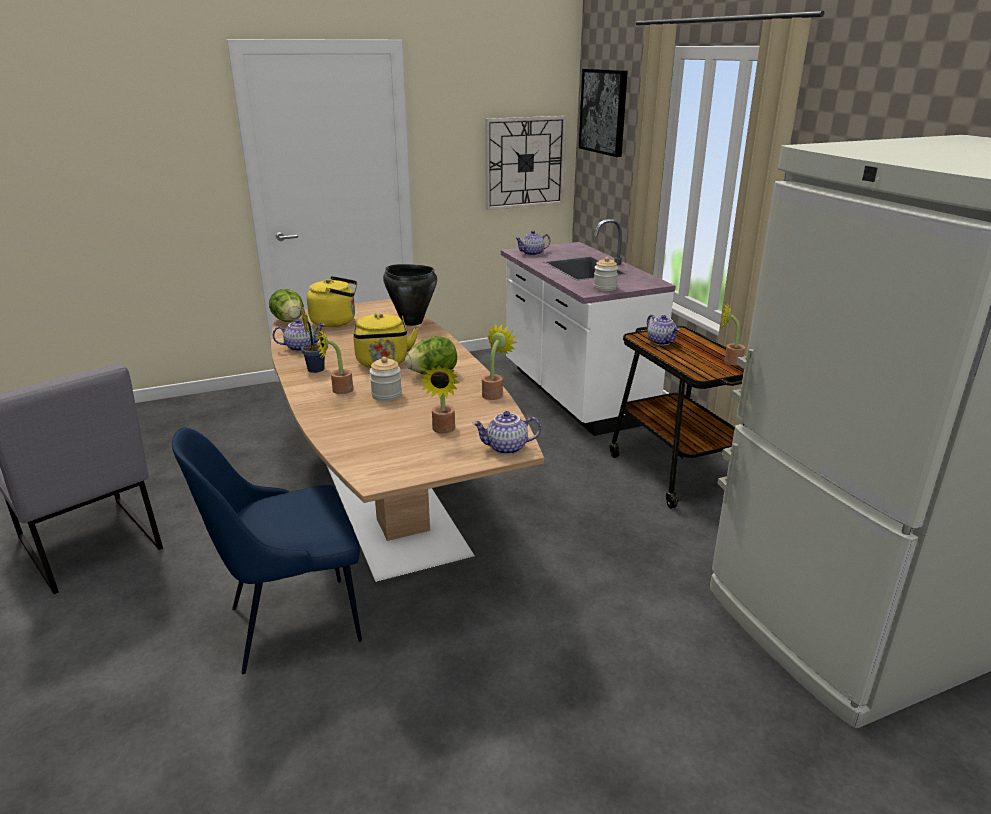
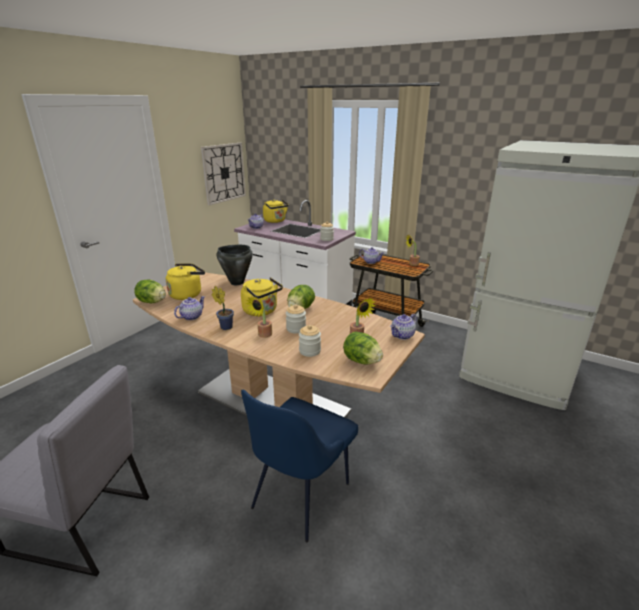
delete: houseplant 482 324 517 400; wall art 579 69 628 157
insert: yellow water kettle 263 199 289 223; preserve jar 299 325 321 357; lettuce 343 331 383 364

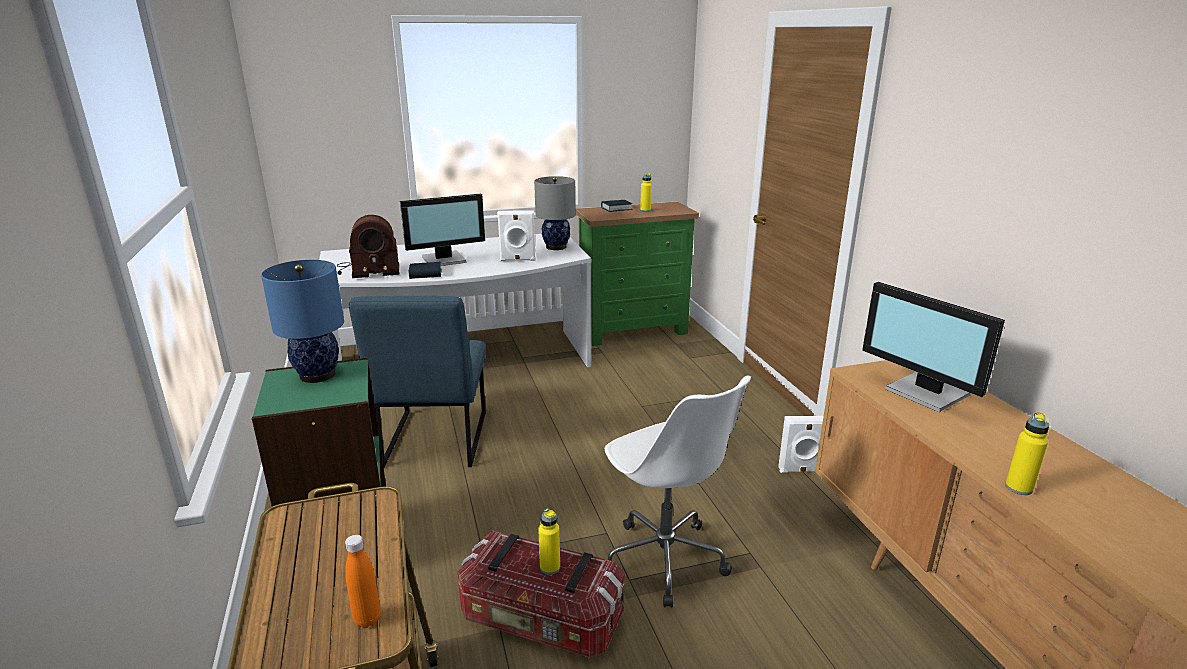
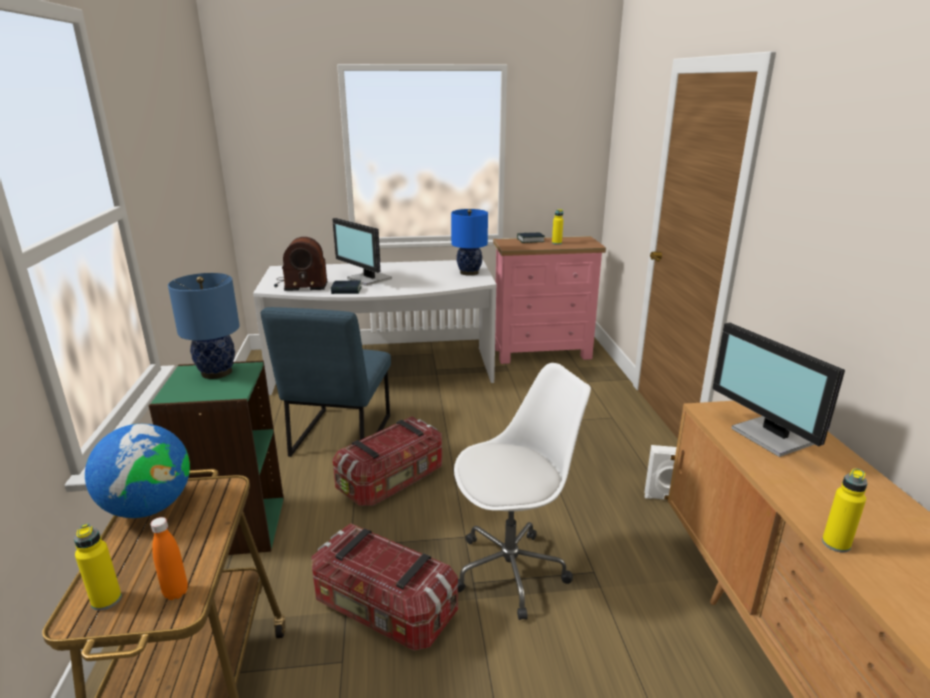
delete: whitish loudspeaker 497 210 536 261
insert: desk globe 85 424 190 518; storage box 333 417 442 506
move: yellow beverage bottle 538 509 560 575 to 74 524 122 611
recolor: greyish table lamp 534 176 576 250 to bluish table lamp 451 209 488 276; green-coloured drawer chest 576 201 699 346 to pink drawer chest 493 236 606 364
rotate: computer screen 400 193 485 266 = 332 218 392 286 60 degrees clockwise; whitish desk chair 605 375 751 608 = 454 363 591 620 90 degrees counterclockwise

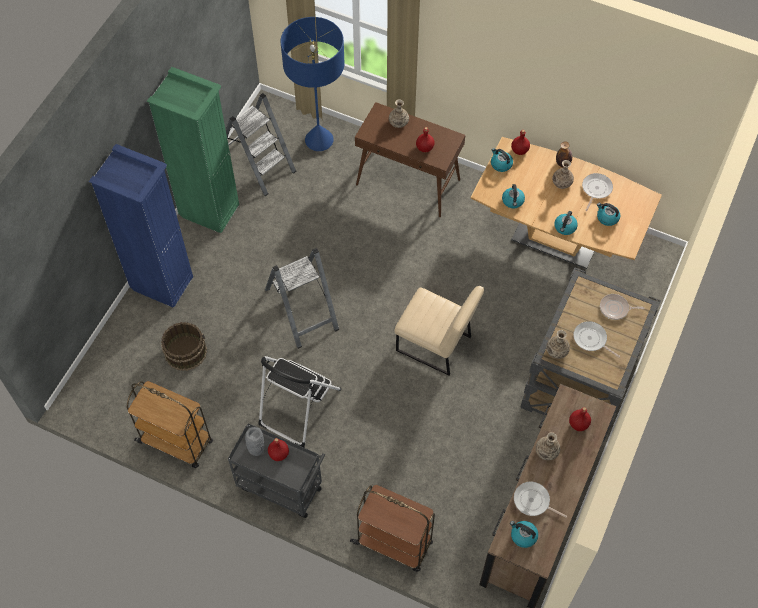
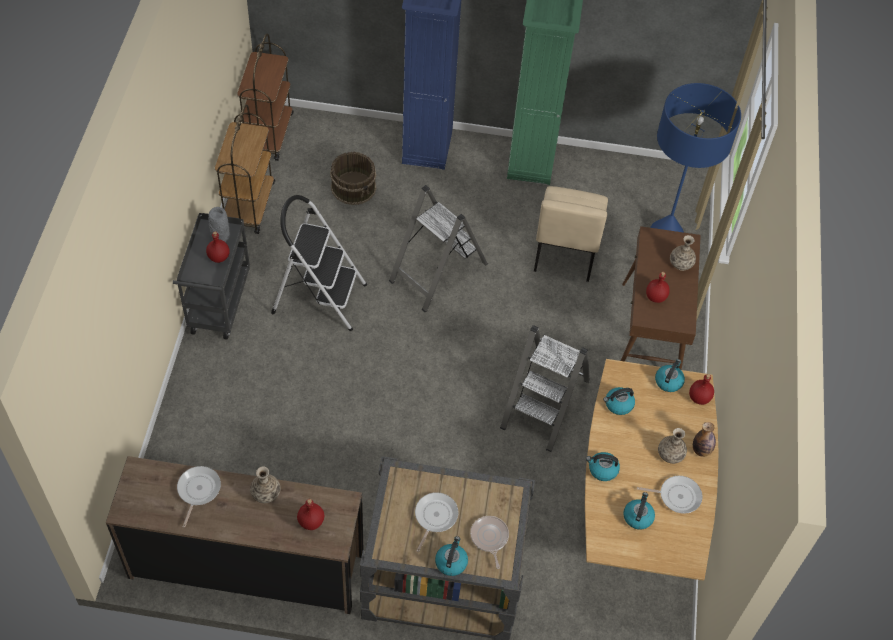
delete: flower vase 546 330 570 359
move: greyish step ladder 226 93 296 196 to 500 325 590 452; brown cart 350 485 435 572 to 237 33 294 161; beige chair 395 286 484 376 to 534 186 608 282; water kettle 510 521 538 548 to 435 536 468 576

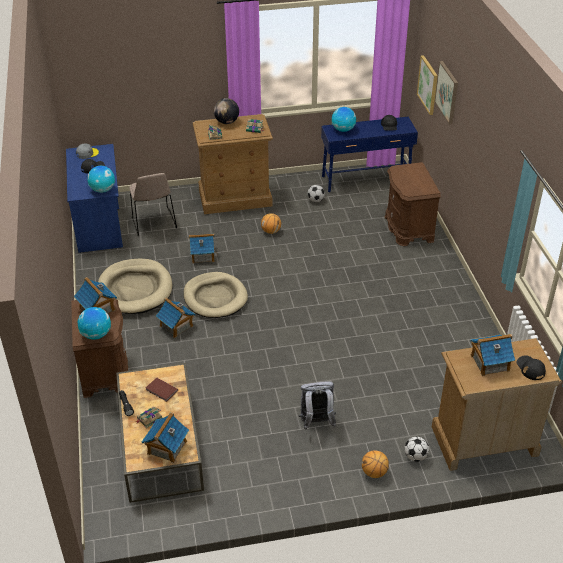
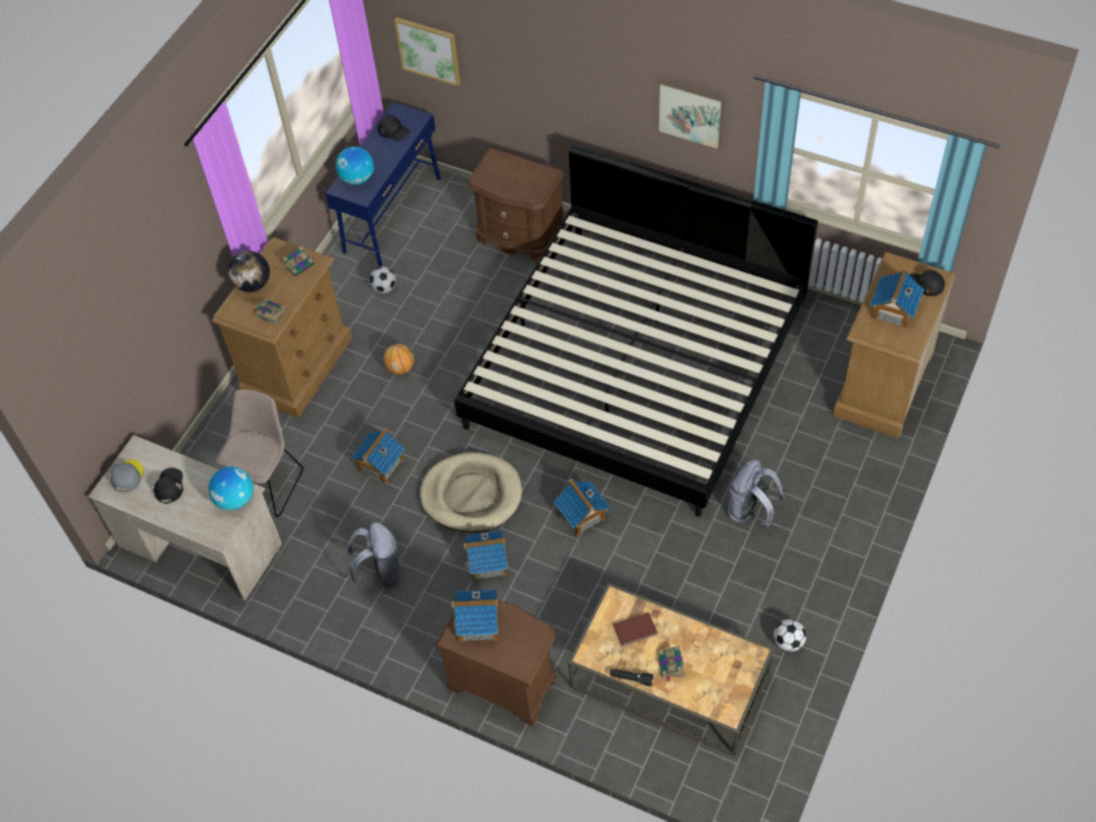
delete: desk globe 78 307 111 340; ball for basketball 362 450 389 478
insert: sleeping bed 454 145 818 517
move: model house 142 412 189 463 to 553 479 610 536; football 404 437 429 462 to 774 619 806 652; wall art 435 61 458 124 to 657 79 725 151
replace: beige pet bed 98 258 172 314 to greyish rucksack 346 523 401 587
recolor: bluish desk table 66 144 123 253 to beige desk table 88 435 282 601
rotate: beige chair 129 173 177 236 = 214 389 303 517 90 degrees counterclockwise

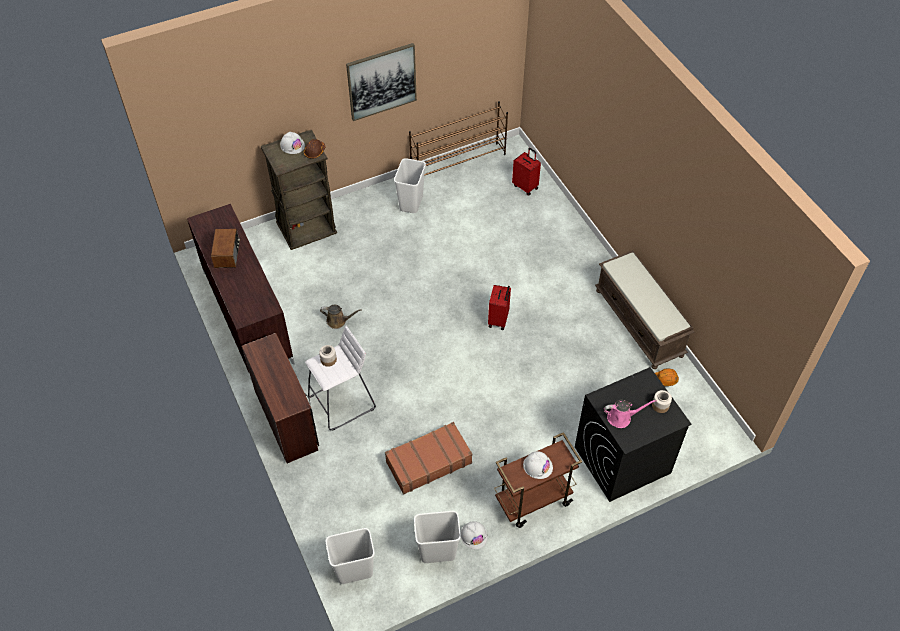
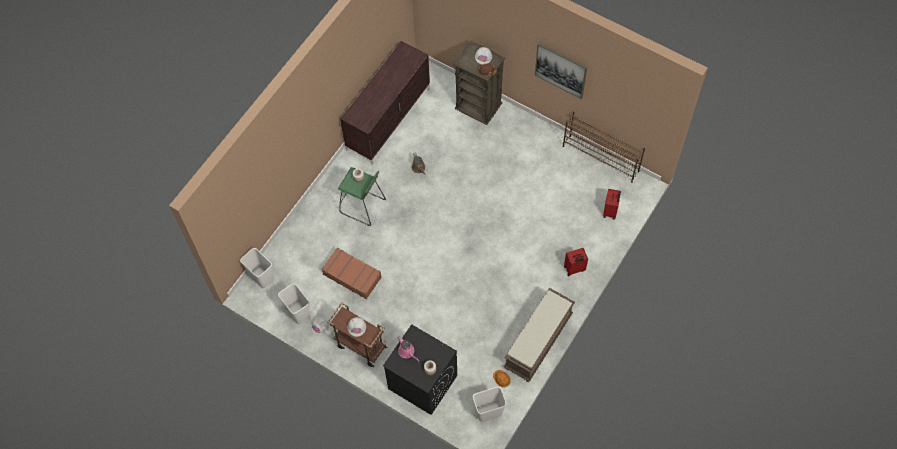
delete: radio receiver 211 229 240 268; brown desk table 242 333 319 464
move: whitish rubbish bin 394 158 426 213 to 473 387 506 422; reddish suitcase 488 285 511 330 to 564 248 588 276
recolor: whitish sitting stool 305 326 376 431 to green-coloured sitting stool 338 167 386 226

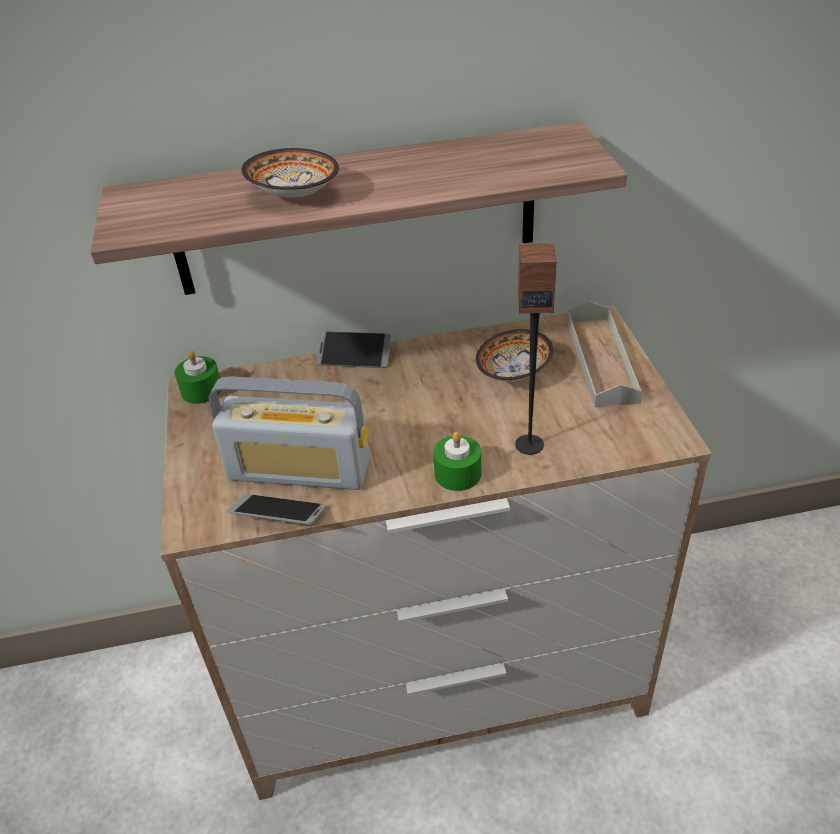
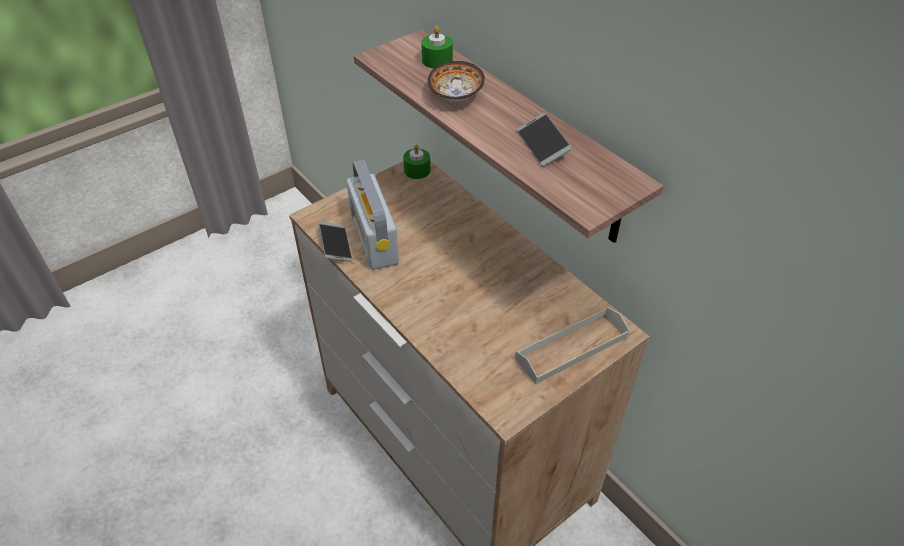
delete: serving bowl 476 329 553 382; loudspeaker 515 243 556 455
move: handset 316 331 392 368 to 517 113 572 167; green-coloured wax light 433 432 481 491 to 421 26 453 69

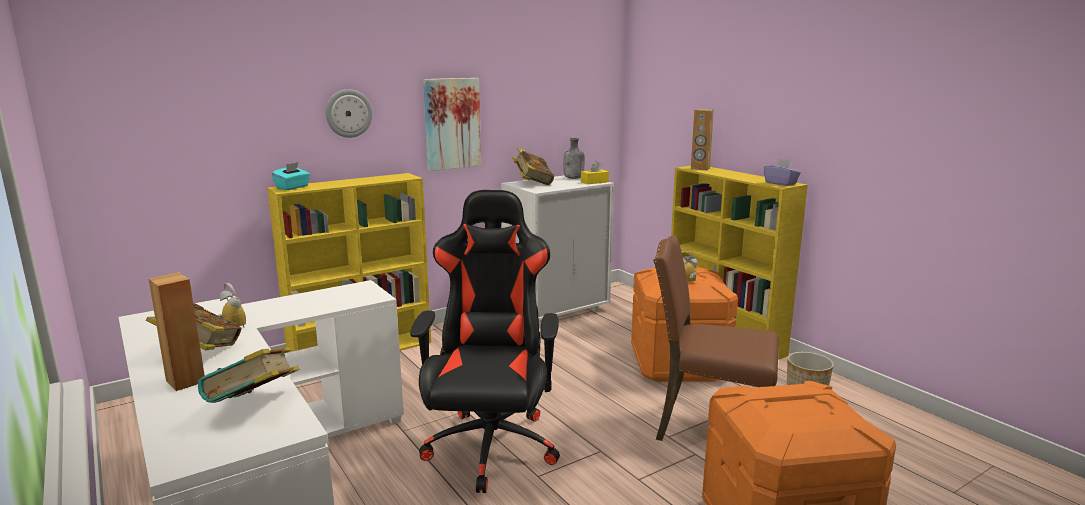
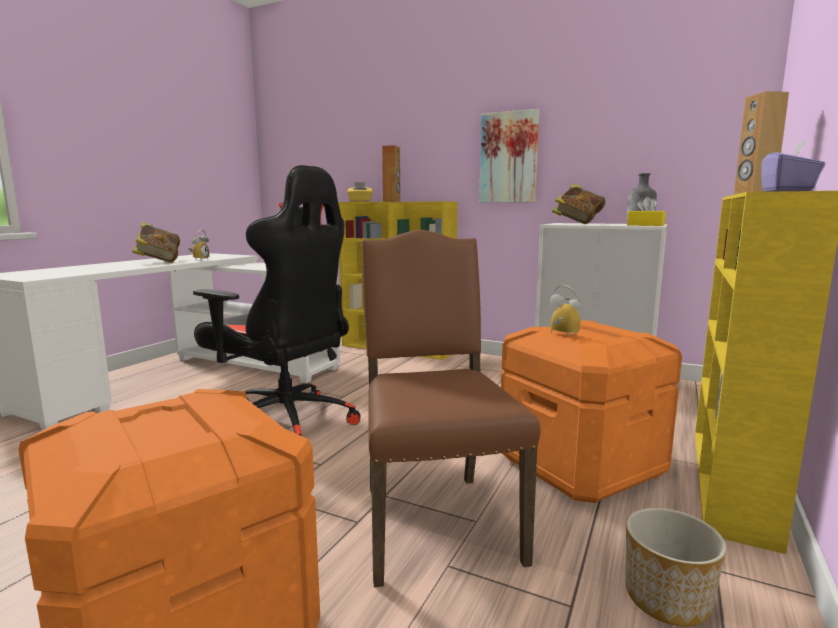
delete: bound book 198 346 299 403; hanging clock 325 89 373 138
move: brown loudspeaker 149 272 205 391 to 382 145 400 202
recolor: blue-green tissue holder 272 162 310 190 to yellow tissue holder 347 182 373 202
rotate: black desk chair 410 190 560 493 = 193 165 360 436 60 degrees clockwise

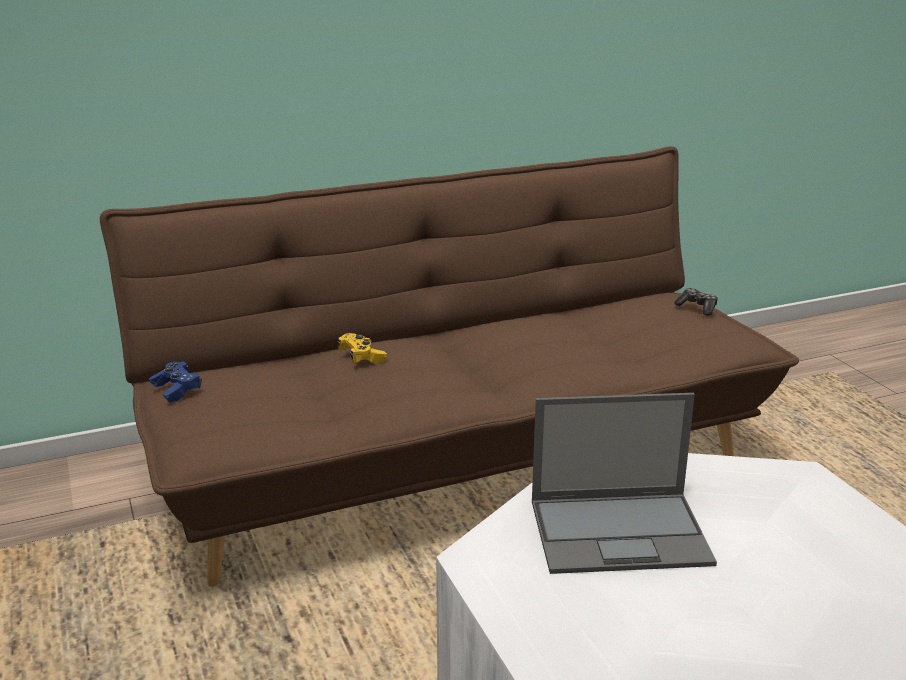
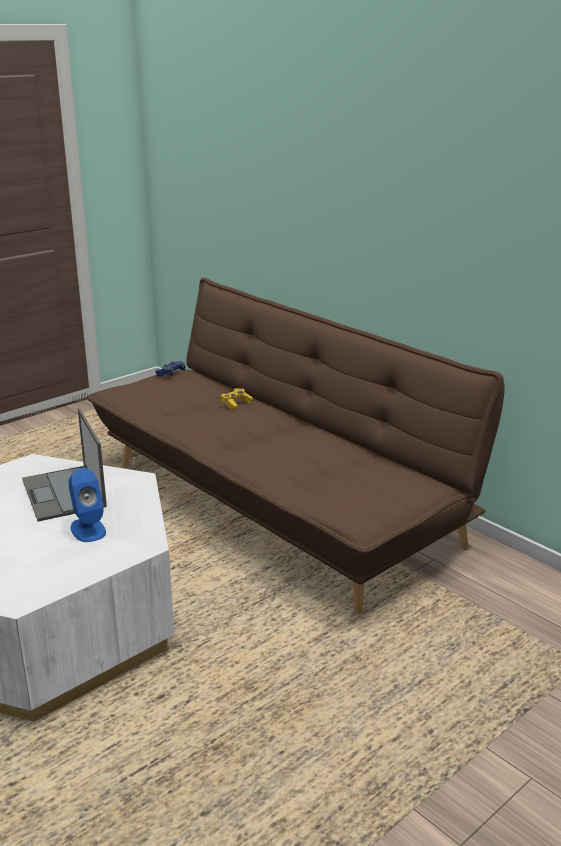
delete: joypad 674 288 718 316
insert: bluish loudspeaker 68 468 106 542

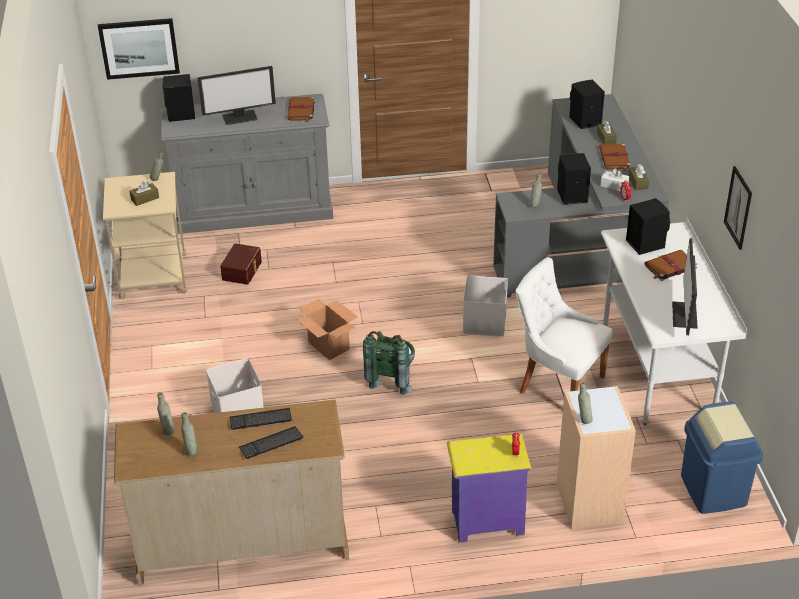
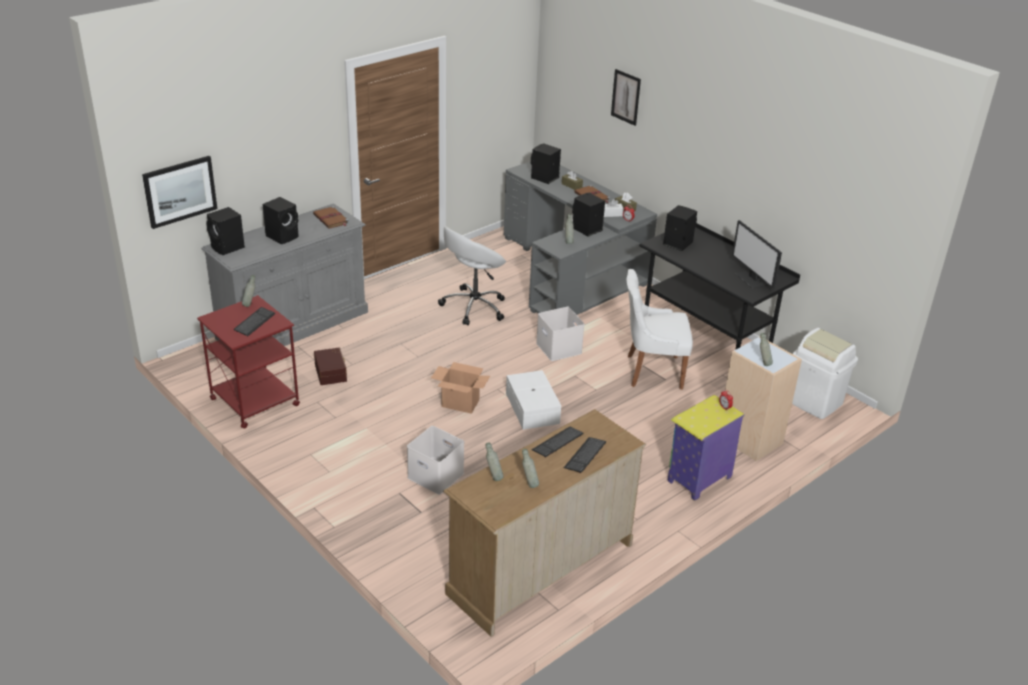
delete: brown bound book 644 250 697 281
insert: whitish desk chair 438 226 506 325
move: wall art 724 166 752 250 to 611 69 641 126
replace: brown tissue holder 130 181 159 206 to PC keyboard 234 307 275 336; computer screen 197 66 276 125 to black loudspeaker 263 197 299 244; green-coloured rucksack 363 331 415 395 to whitish storage box 506 370 561 430
recolor: beige cart 103 172 187 299 to reddish cart 197 295 300 428; whitish desk table 601 217 747 425 to black desk table 639 223 800 350; bluish rubbish bin 681 401 763 514 to whitish rubbish bin 792 328 858 419

